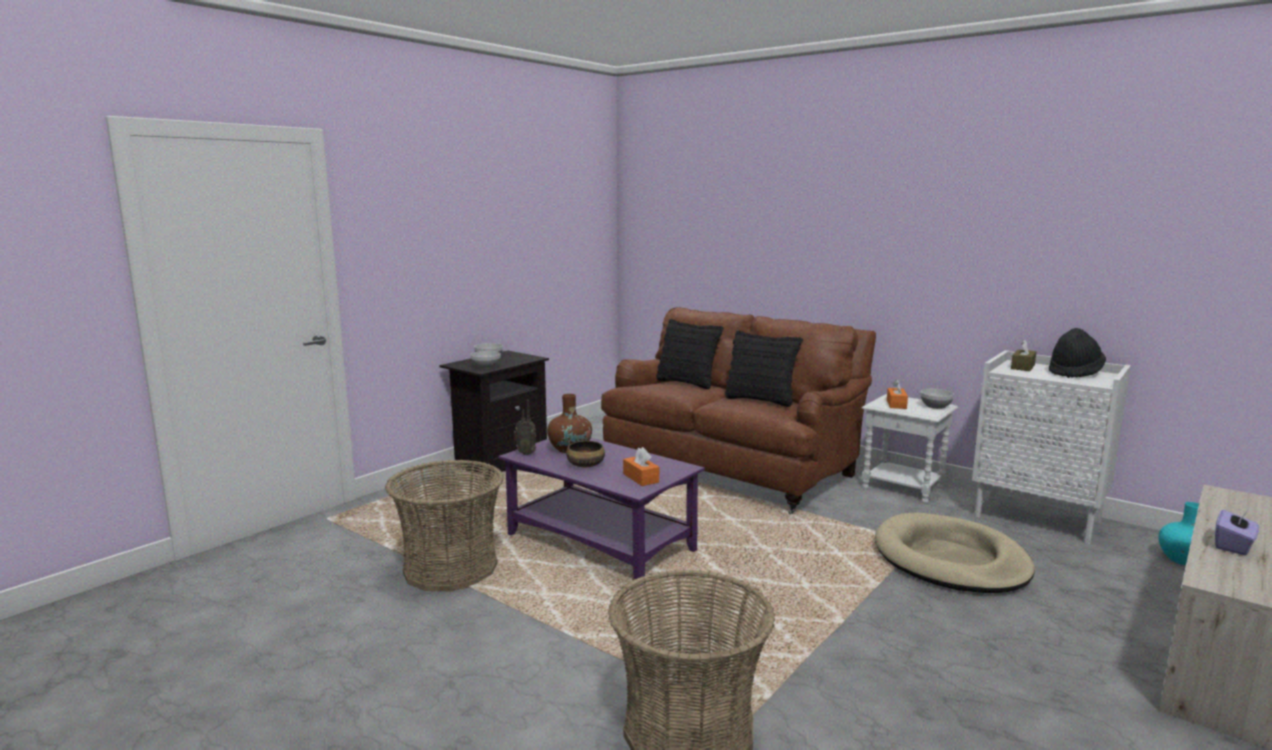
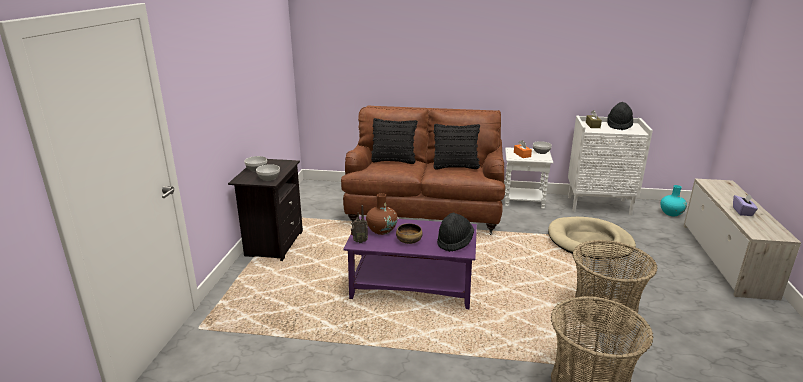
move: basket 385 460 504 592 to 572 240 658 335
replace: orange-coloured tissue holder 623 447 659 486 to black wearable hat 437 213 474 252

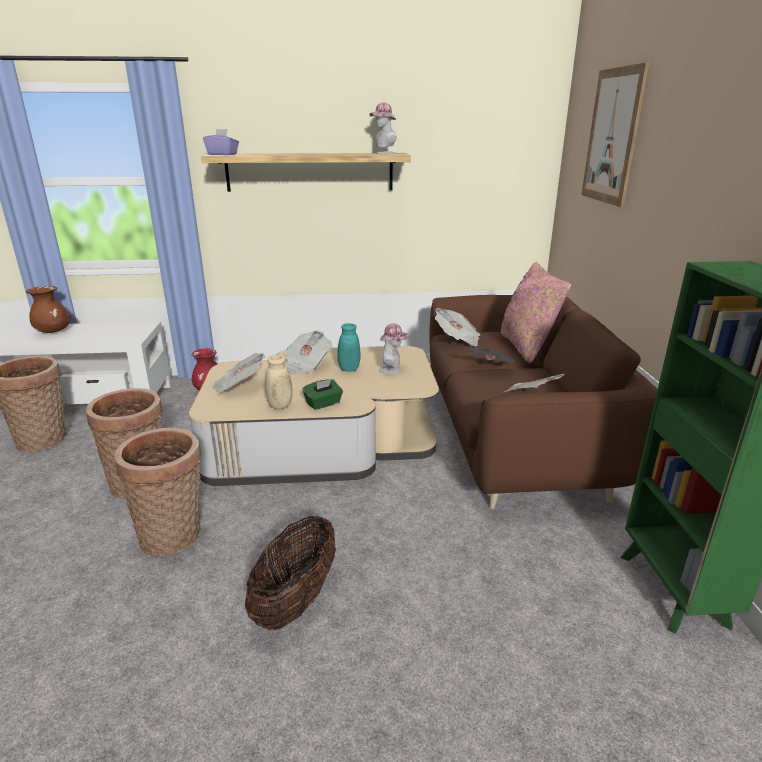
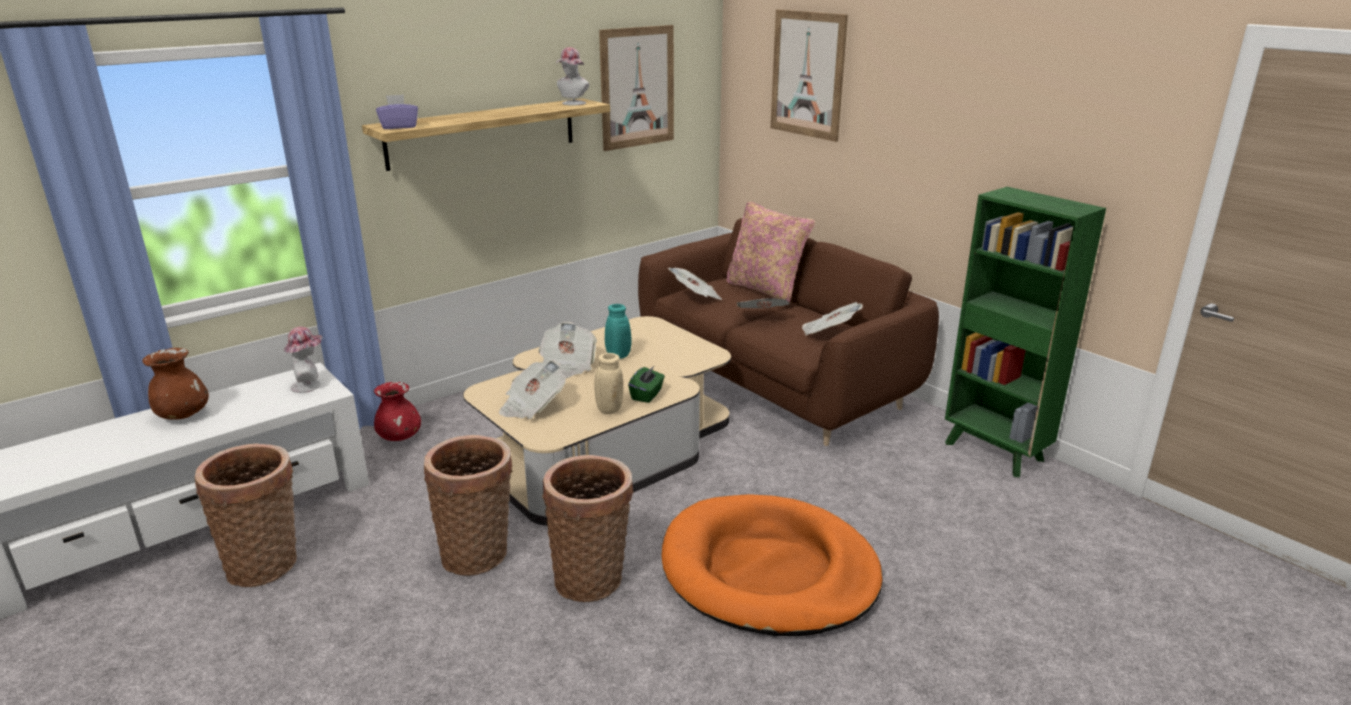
insert: wall art 599 25 674 151
move: wearable hat 379 323 409 374 to 284 326 322 393
replace: basket 245 516 336 630 to orange-coloured pet bed 661 494 883 636

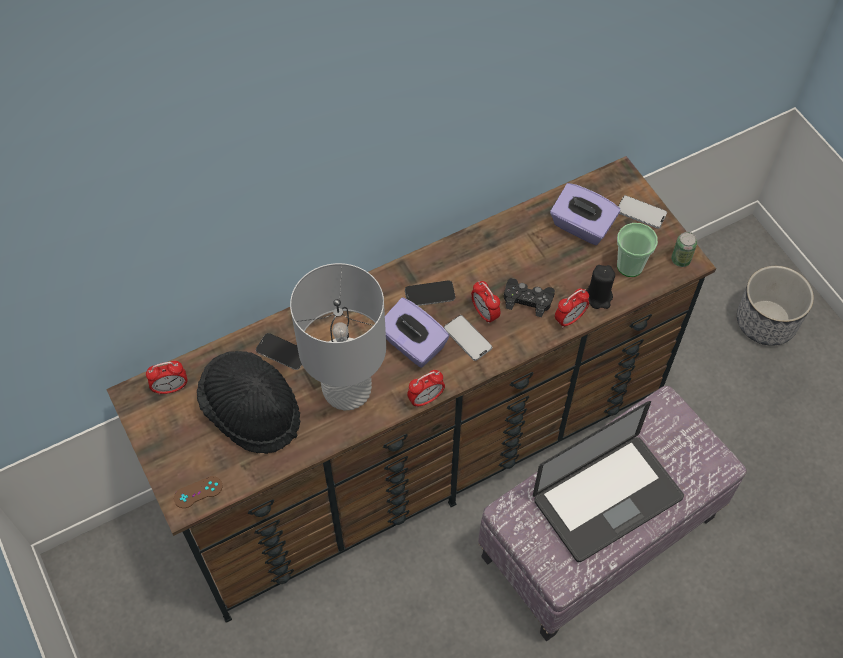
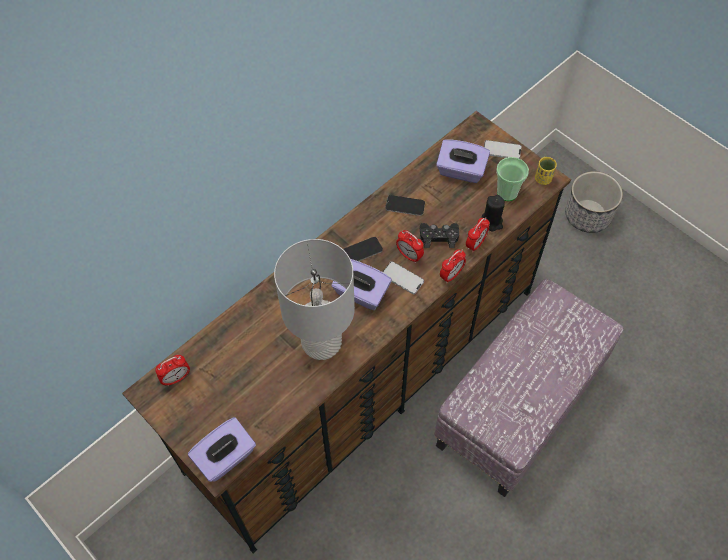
delete: black wearable hat 197 351 301 454; laptop 533 401 684 562
move: handset 256 333 302 370 to 385 195 425 216; alarm clock 407 370 445 408 to 440 249 466 283
replace: brown joypad 174 476 222 508 to purple-coloured tissue holder 188 417 256 482; sealed can 671 232 697 267 to yellow cup 535 157 557 185

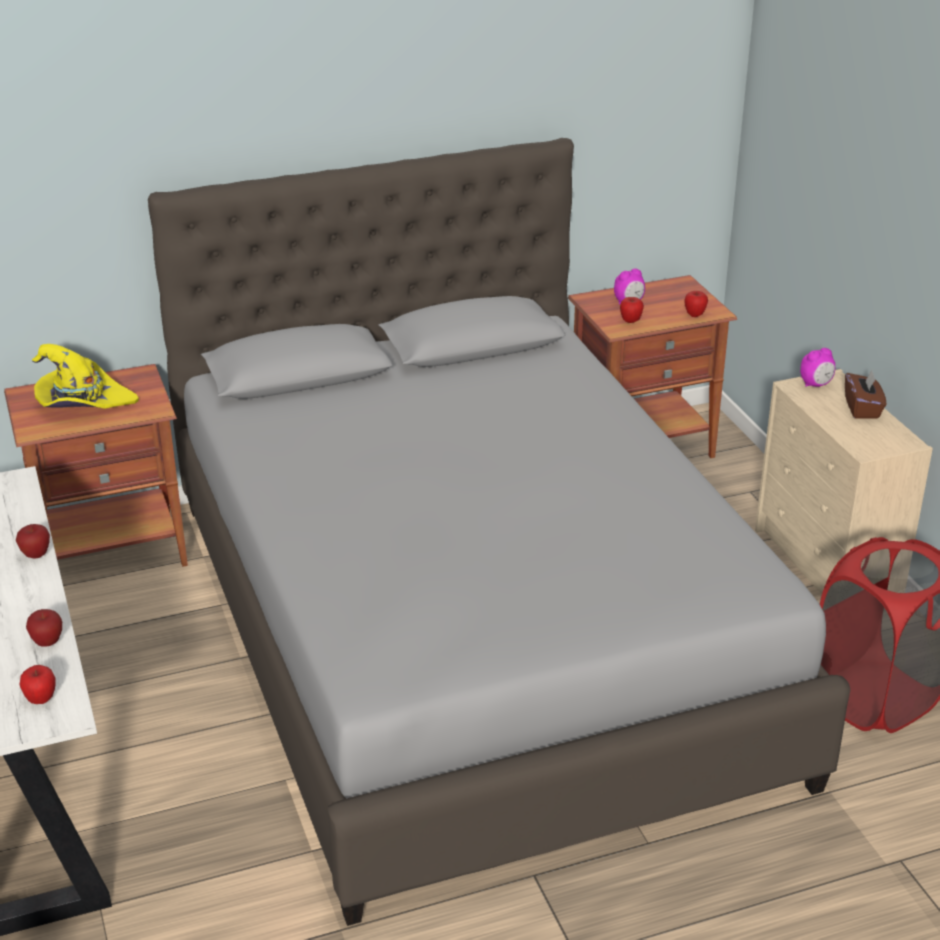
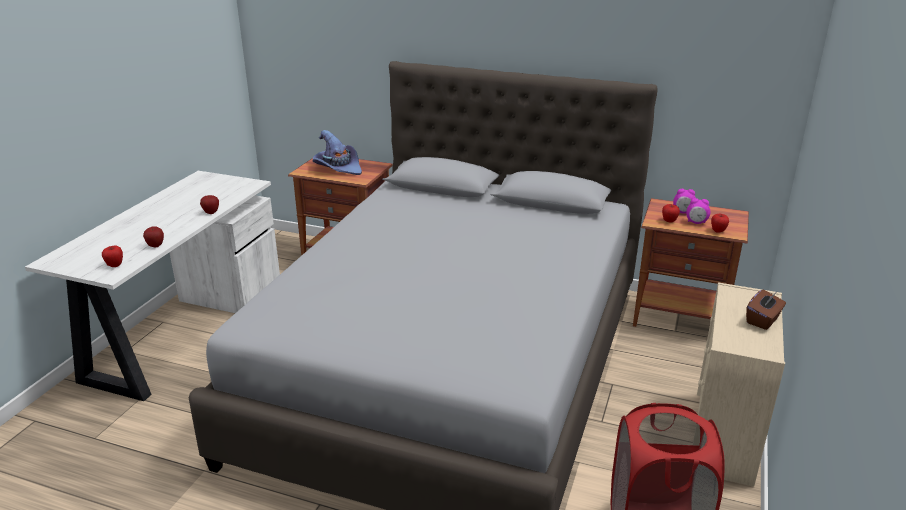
move: alarm clock 800 348 835 387 to 686 198 710 224
recolor: yellow wearable hat 32 344 139 409 to purple-coloured wearable hat 313 130 362 175

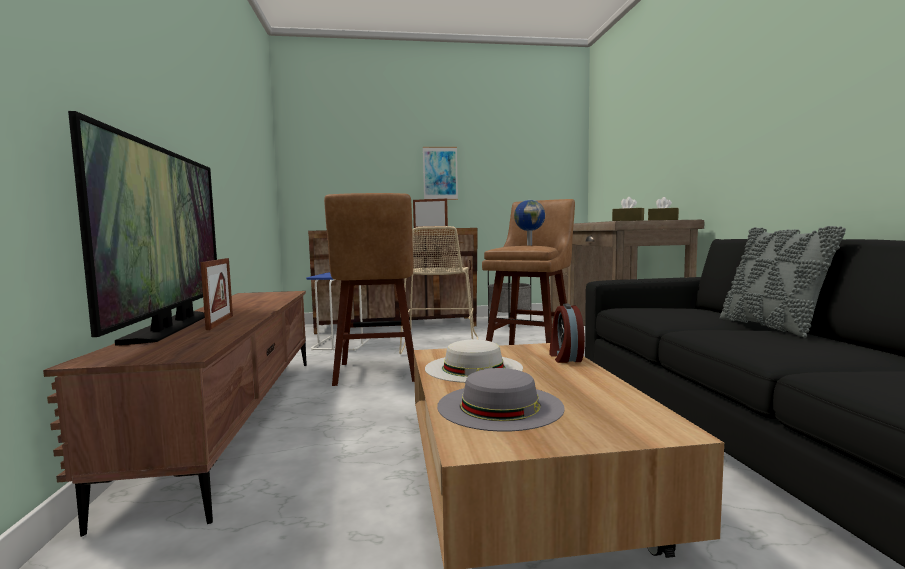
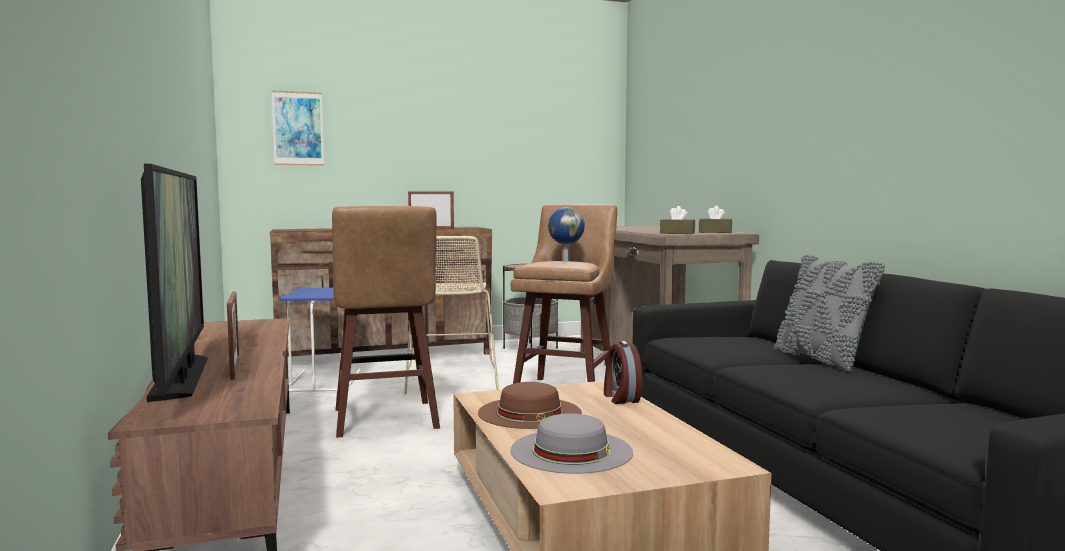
move: wall art 423 147 458 200 to 272 90 324 166
recolor: whitish wearable hat 425 339 523 383 to brown wearable hat 478 382 582 429

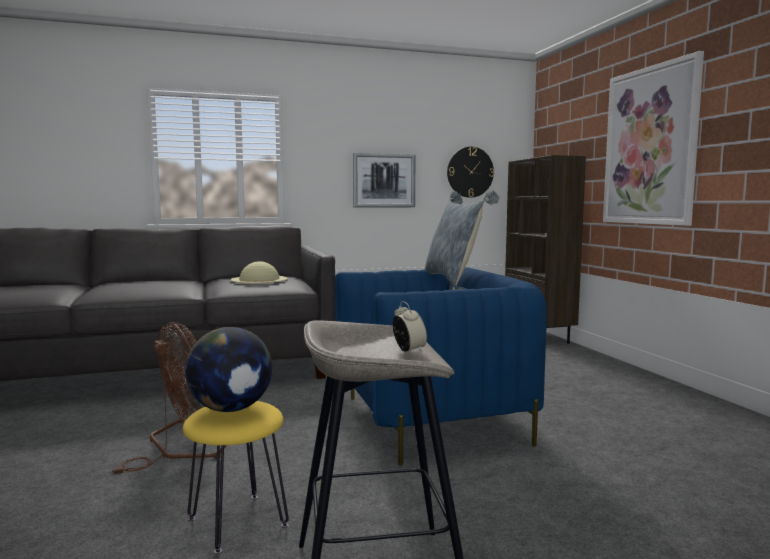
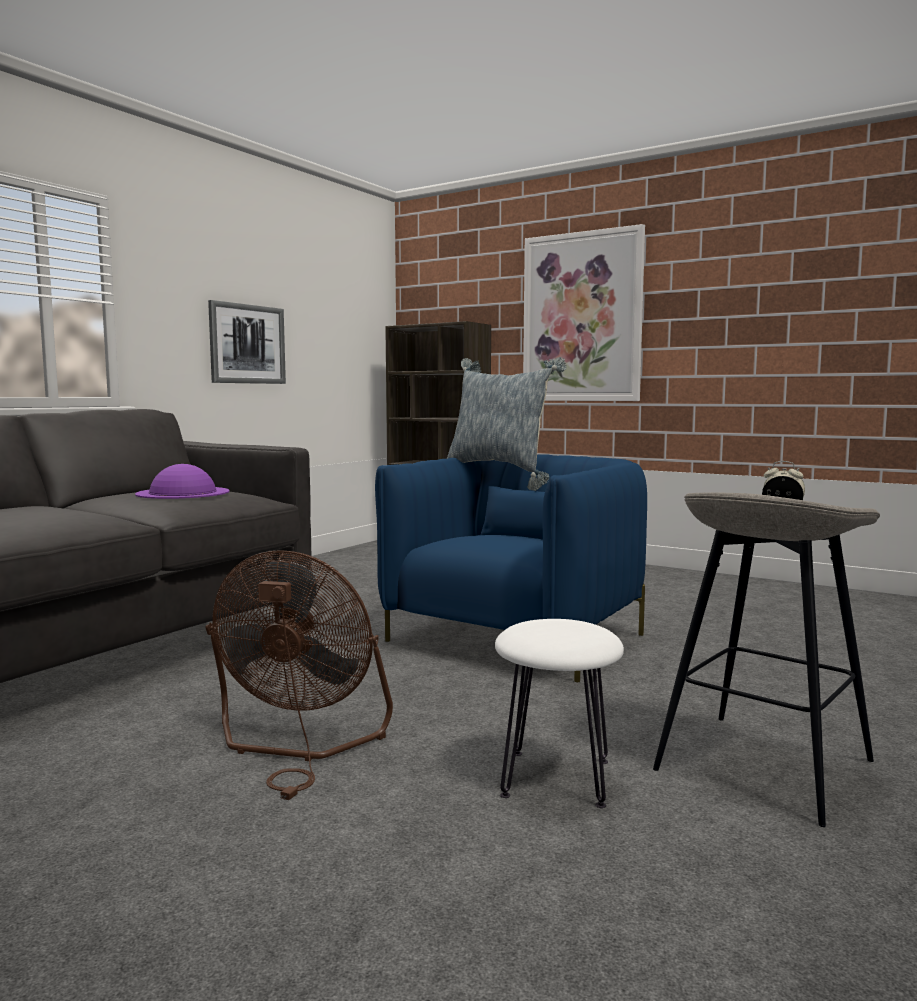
delete: desk globe 185 327 272 412; hanging clock 447 147 494 198
recolor: yellow sitting stool 183 401 289 554 to whitish sitting stool 495 619 624 808; beige wearable hat 231 261 288 283 to purple-coloured wearable hat 135 464 230 499

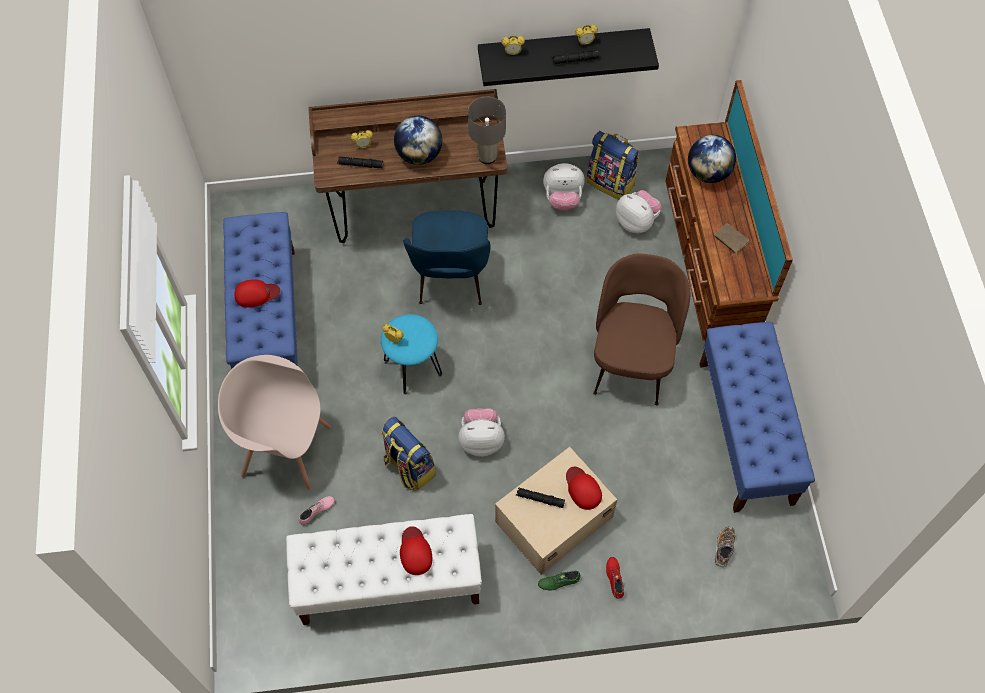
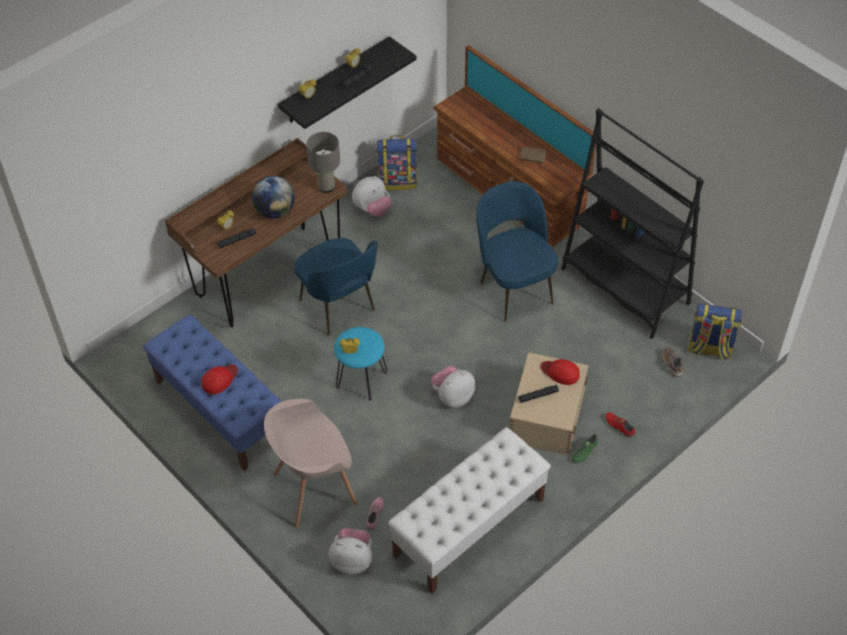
delete: reddish cap 400 526 432 575; desk globe 688 135 736 183
move: rucksack 381 417 436 491 to 688 303 743 360; soft toy 616 190 662 233 to 329 528 372 575
replace: bluish indoor bench 700 322 815 513 to black shelving unit 561 108 704 339
recolor: brown chair 593 253 690 405 to bluish chair 476 181 558 322

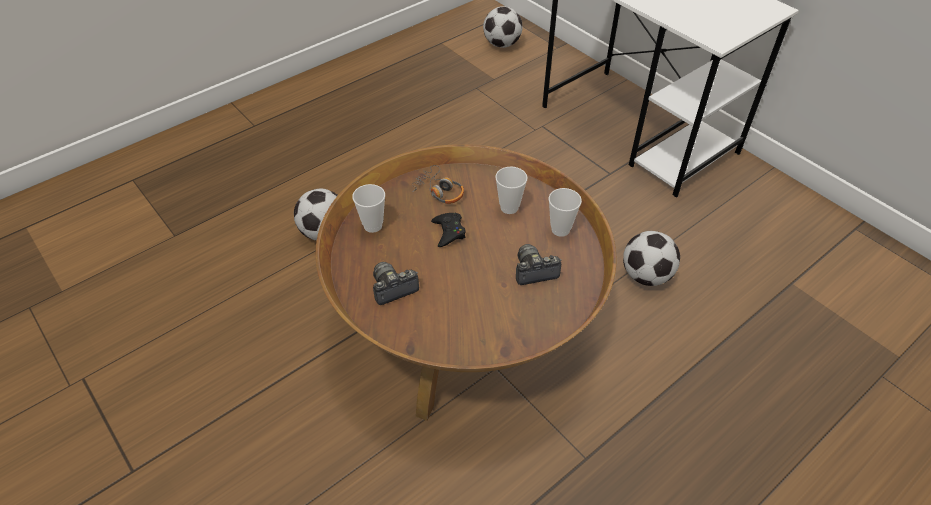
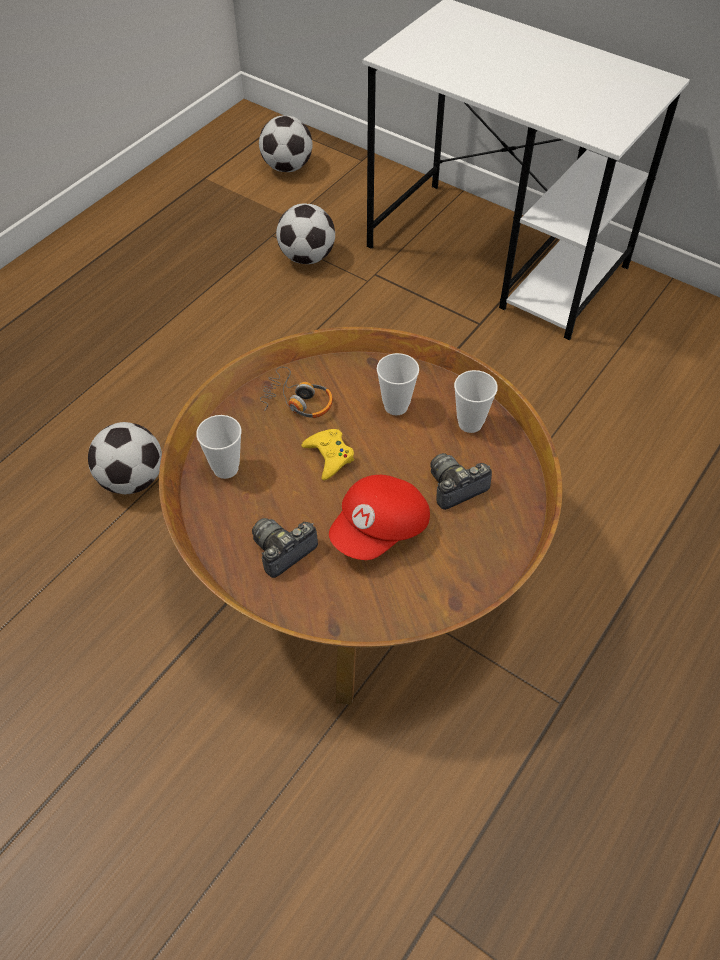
insert: reddish cap 329 475 430 560
move: football 623 231 680 286 to 276 203 335 264
recolor: black joypad 431 213 466 247 to yellow joypad 302 429 354 480

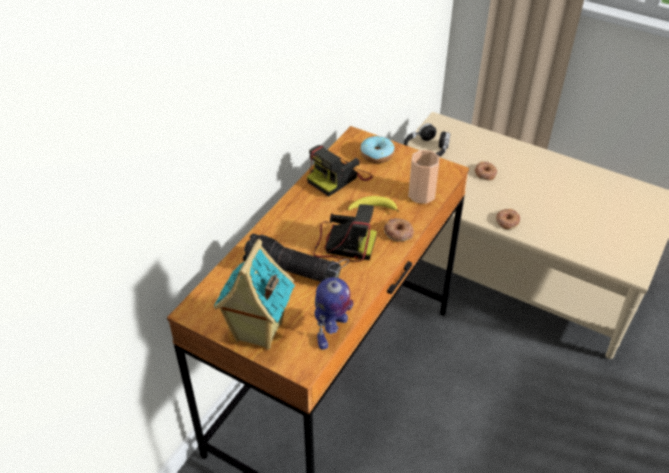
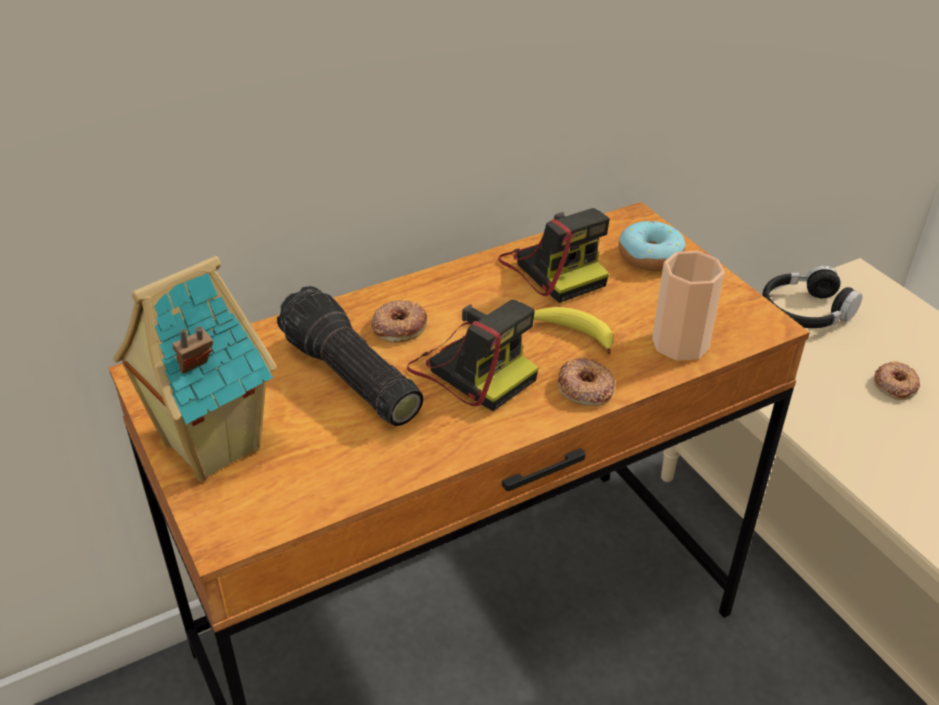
delete: toy robot 314 259 353 350
move: donut 496 209 520 229 to 371 300 427 343
rotate: still camera 307 145 372 197 = 498 208 610 303 105 degrees counterclockwise

